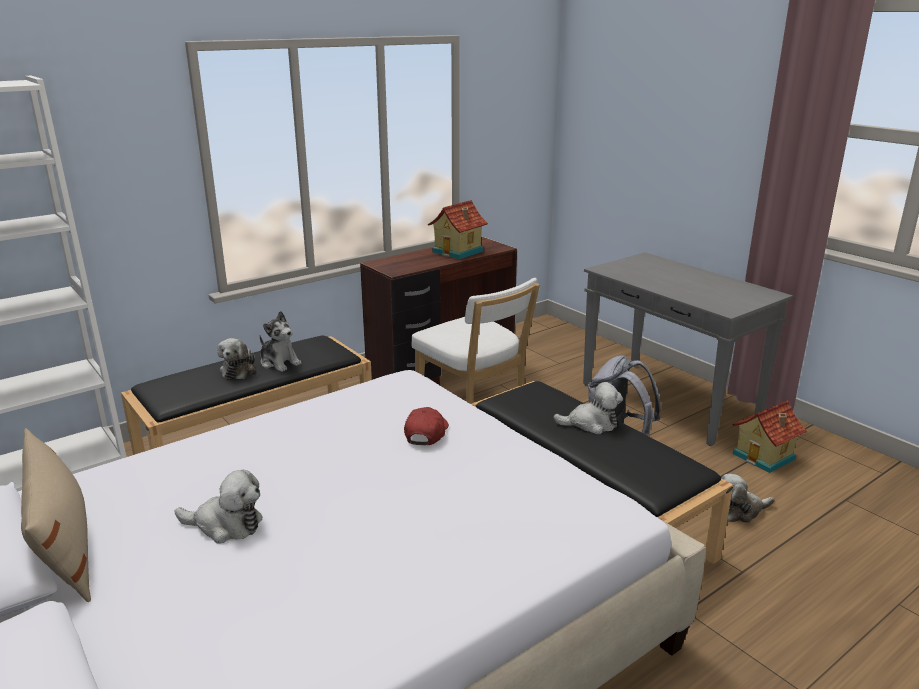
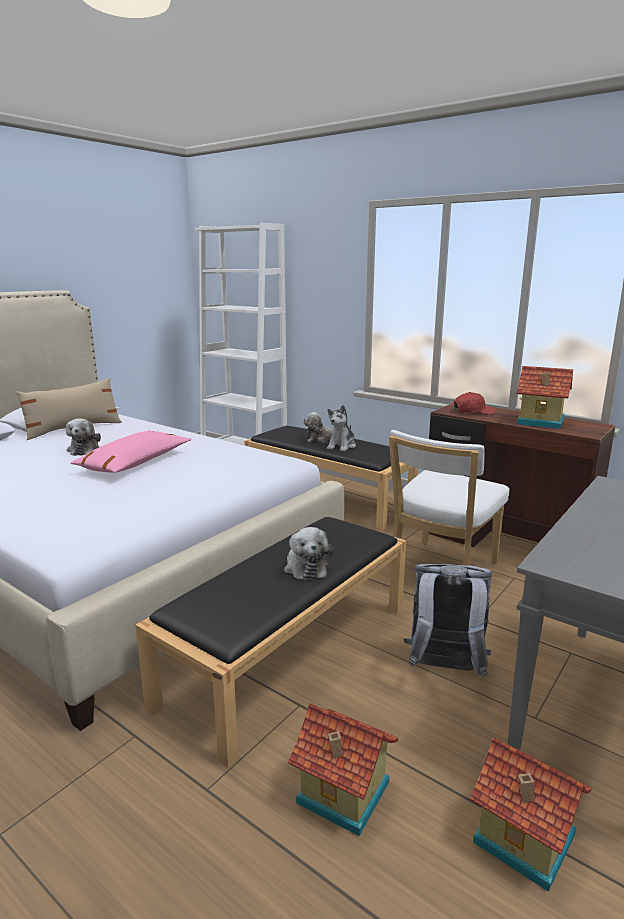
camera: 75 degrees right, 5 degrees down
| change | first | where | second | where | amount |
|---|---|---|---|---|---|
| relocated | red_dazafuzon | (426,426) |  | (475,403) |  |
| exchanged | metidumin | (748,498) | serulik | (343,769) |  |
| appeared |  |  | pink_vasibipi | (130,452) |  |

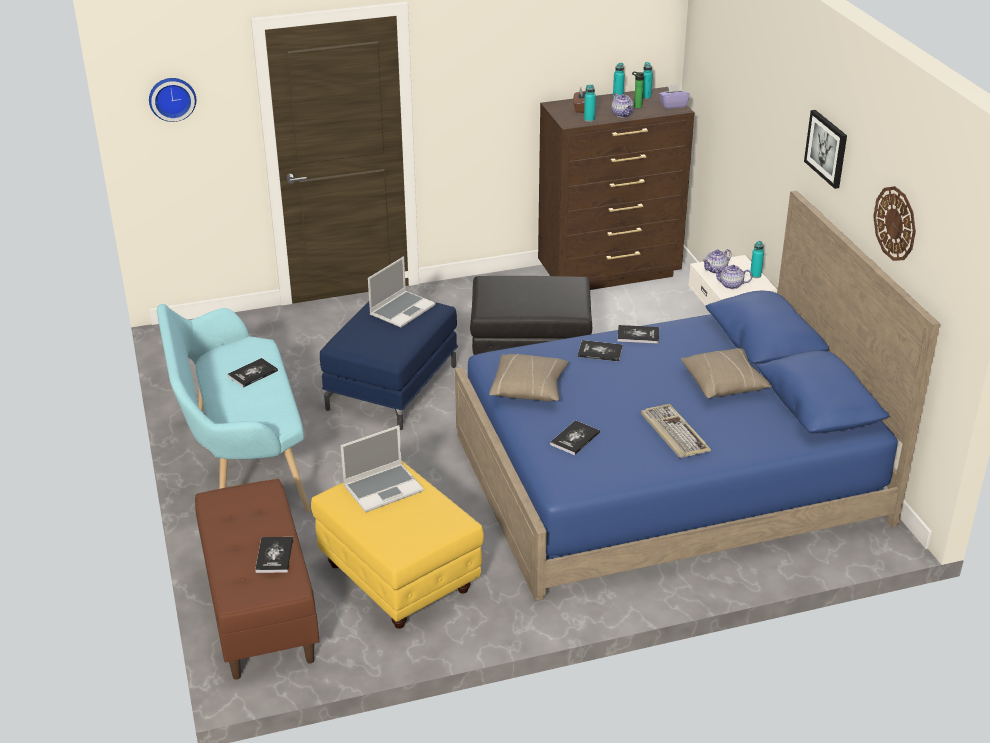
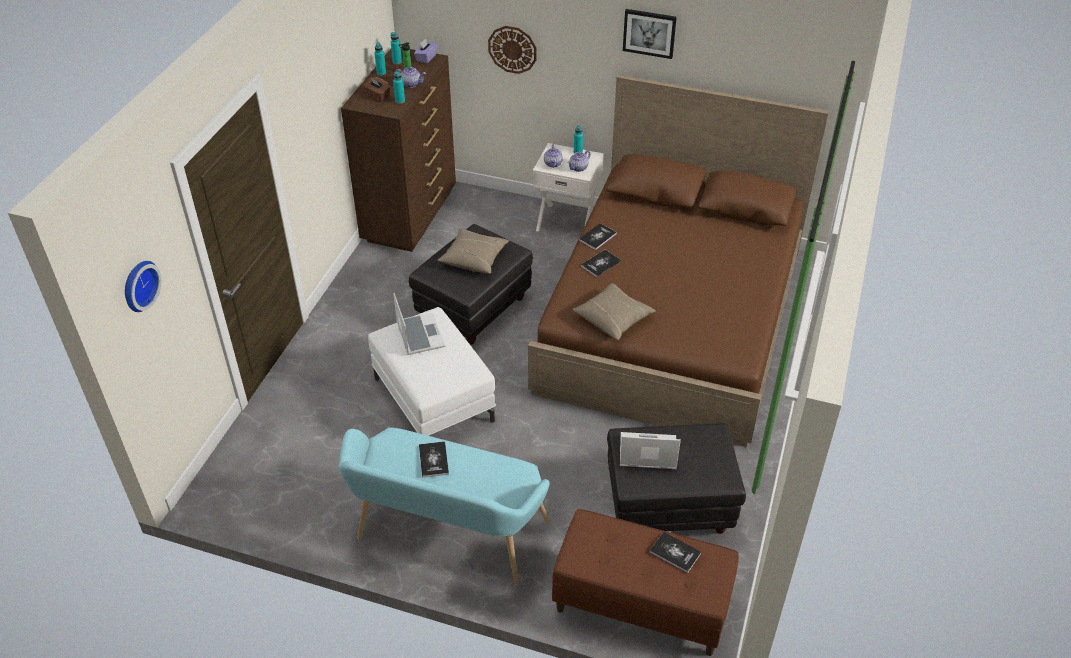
camera: 55 degrees left, 10 degrees up
| change | first | where | second | where | amount |
|---|---|---|---|---|---|
| colour | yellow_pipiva | (397,544) | black_pipiva | (676,478) |  |
| colour | blue_pipiva | (389,366) | white_pipiva | (432,371) |  |
| spun | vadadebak | (382,468) |  | (650,450) | 90 degrees counterclockwise |
| colour | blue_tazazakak | (697,396) | brown_tazazakak | (678,261) |  |
| missing | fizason | (575,437) |  |  |  |
| missing | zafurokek | (676,431) |  |  |  |
| relocated | beige_vasibipi | (726,373) |  | (473,251) |  |
| relocated | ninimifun | (894,223) |  | (512,50) |  |

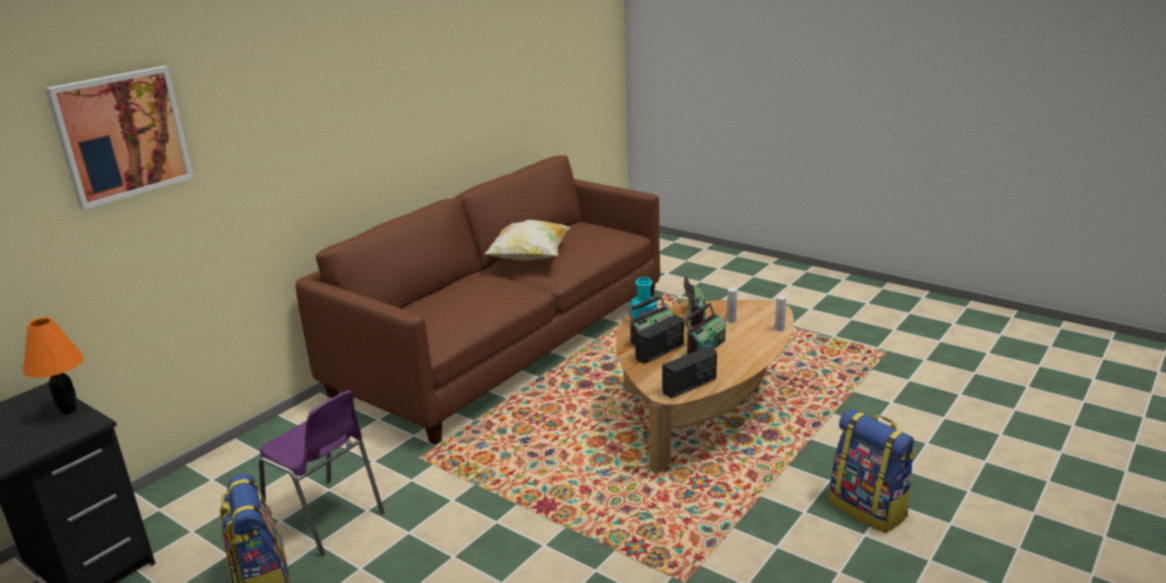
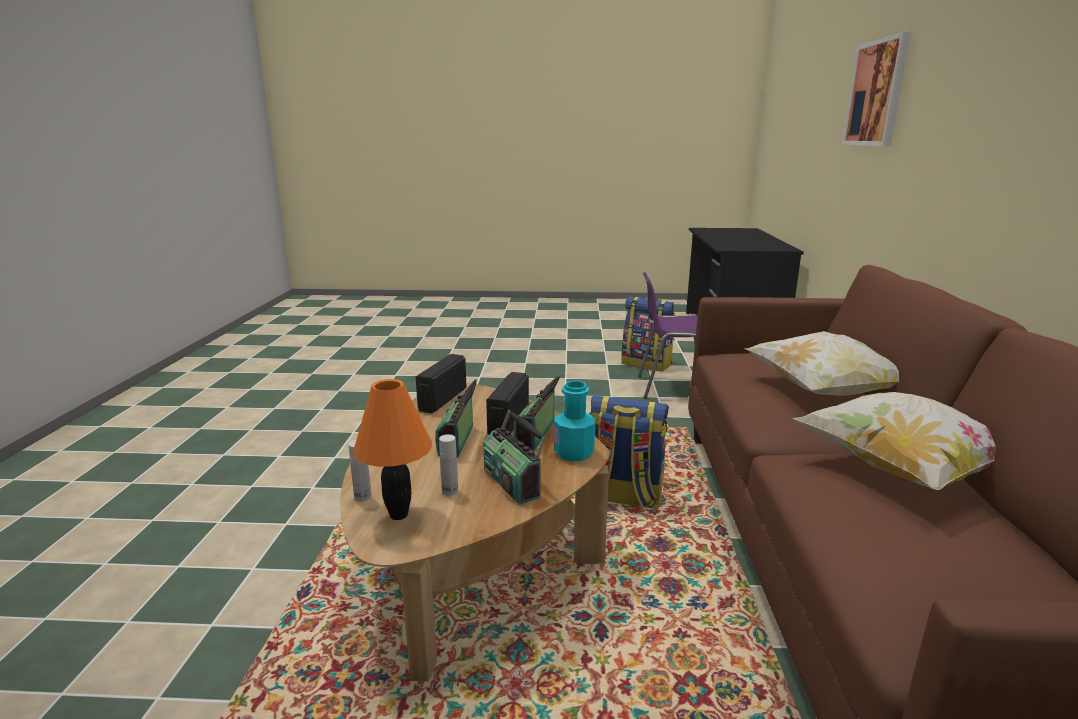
camera: 145 degrees right, 5 degrees down
| change | first | where | second | where | amount |
|---|---|---|---|---|---|
| relocated | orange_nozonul | (53,366) |  | (392,449) |  |
| relocated | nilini | (872,471) |  | (629,452) |  |
| appeared |  |  | vasibipi | (821,363) |  |

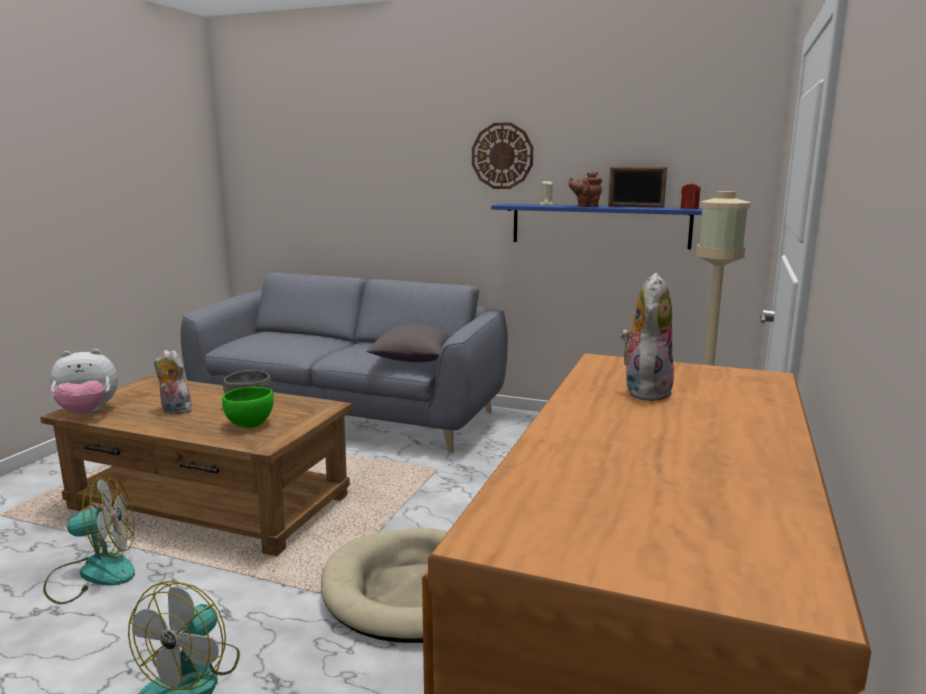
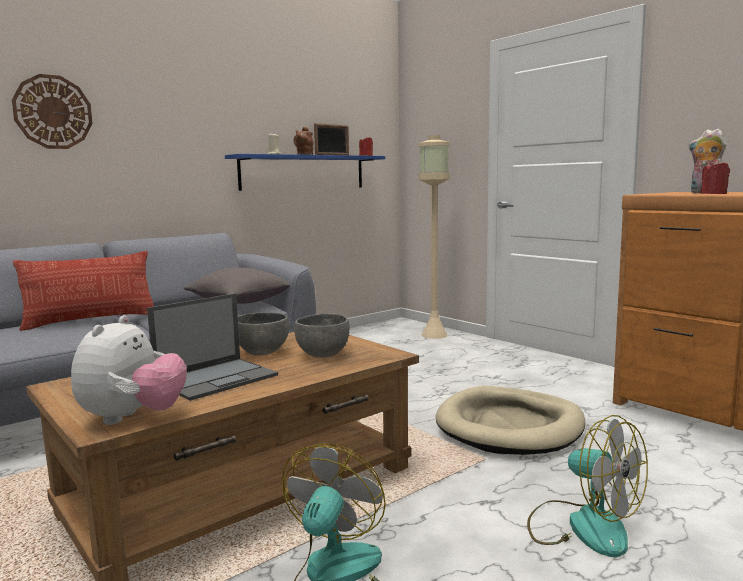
camera: 60 degrees left, 5 degrees down
| change | first | where | second | where | amount |
|---|---|---|---|---|---|
| exchanged | metidumin | (173,382) | vadadebak | (212,347) |  |
| colour | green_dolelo | (248,407) | grey_dolelo | (322,335) |  |
| relocated | ninimifun | (502,155) |  | (52,111) |  |
| appeared |  |  | vasibipi | (83,291) |  |
| appeared |  |  | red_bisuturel | (715,177) |  |

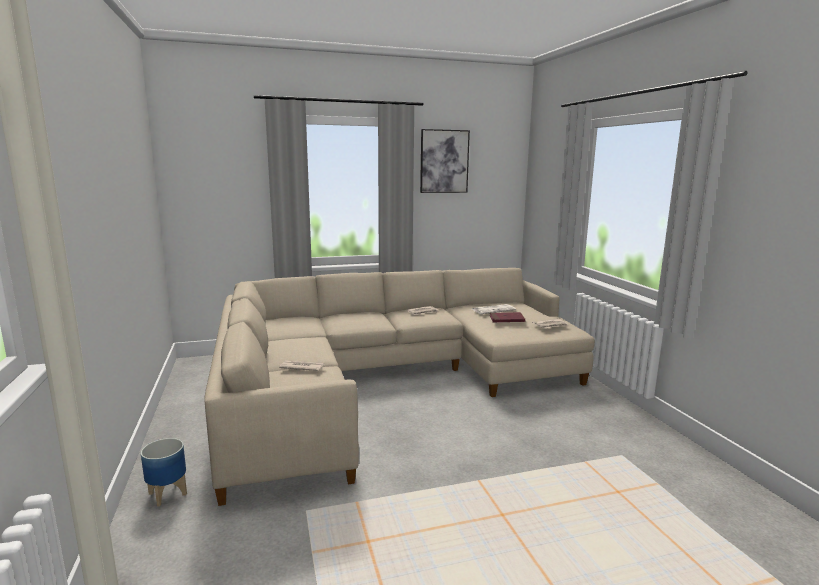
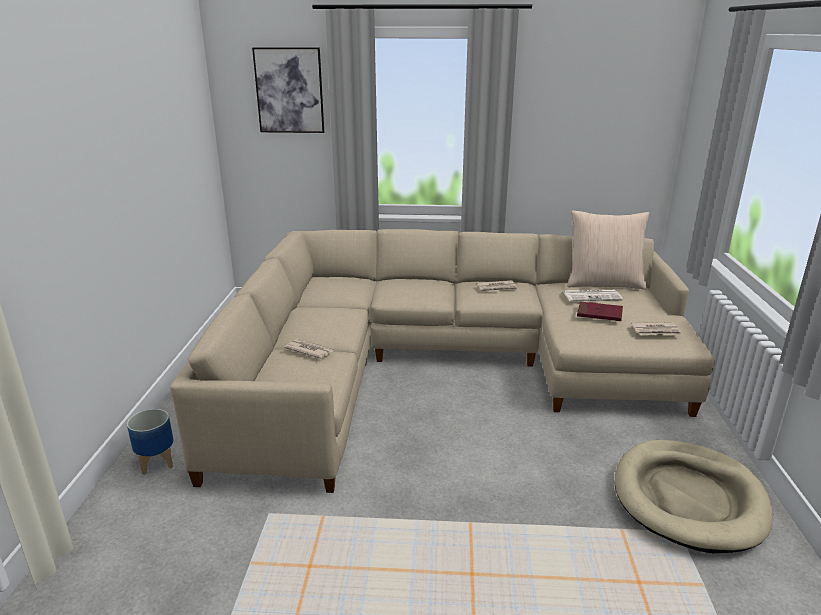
camera: 20 degrees right, 10 degrees up
| change | first | where | second | where | amount |
|---|---|---|---|---|---|
| relocated | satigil | (445,161) |  | (288,90) |  |
| appeared |  |  | beige_vasibipi | (608,250) |  |
| appeared |  |  | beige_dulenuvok | (694,496) |  |

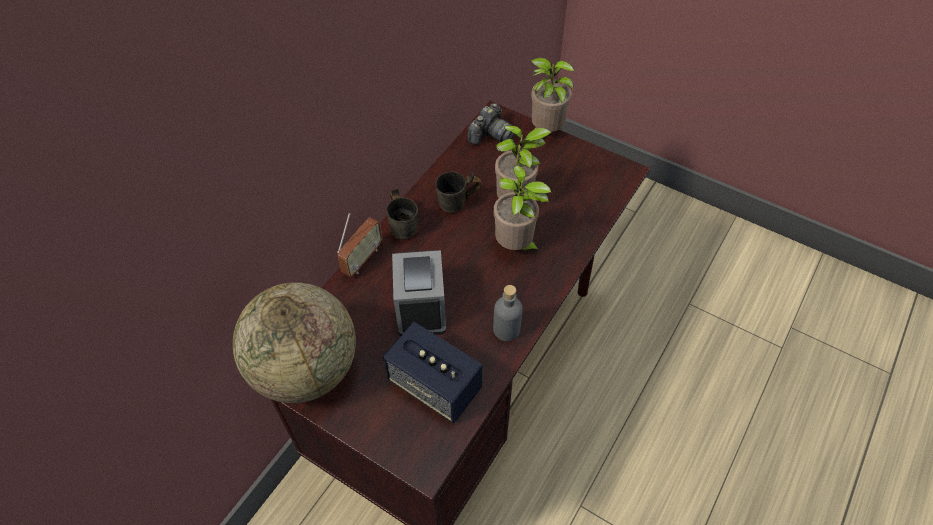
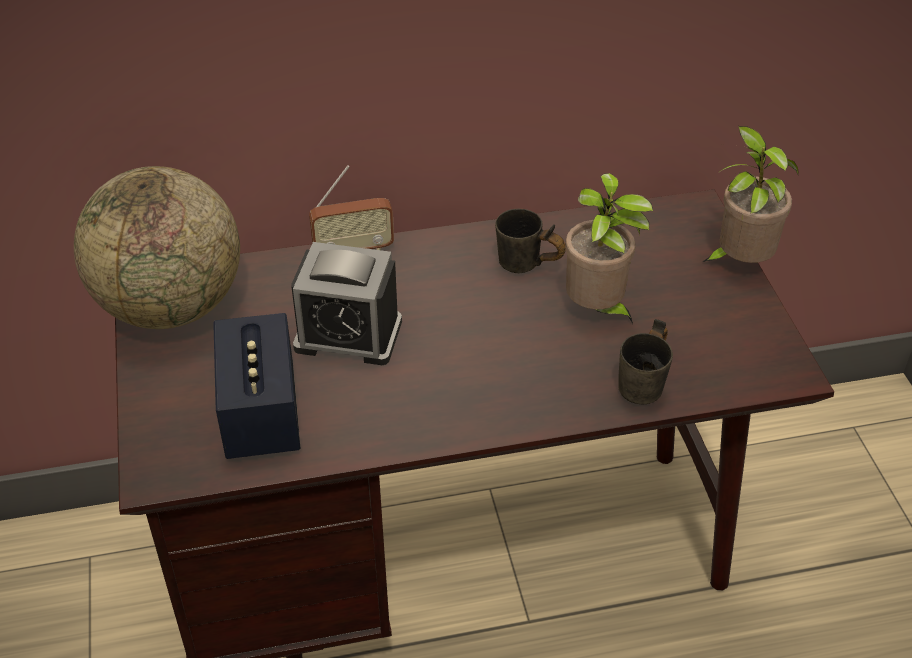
camera: 45 degrees right, 10 degrees down
| change | first | where | second | where | amount |
|---|---|---|---|---|---|
| relocated | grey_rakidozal | (402,214) |  | (645,362) |  |
| spun | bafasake | (419,293) |  | (346,303) | 60 degrees clockwise |
| missing | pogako | (491,124) |  |  |  |
| missing | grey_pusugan | (508,313) |  |  |  |
| missing | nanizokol | (522,209) |  |  |  |

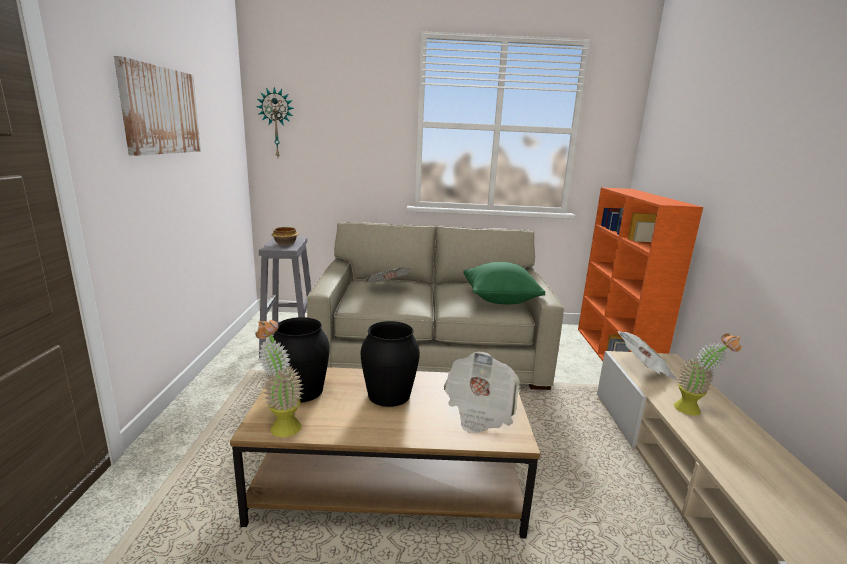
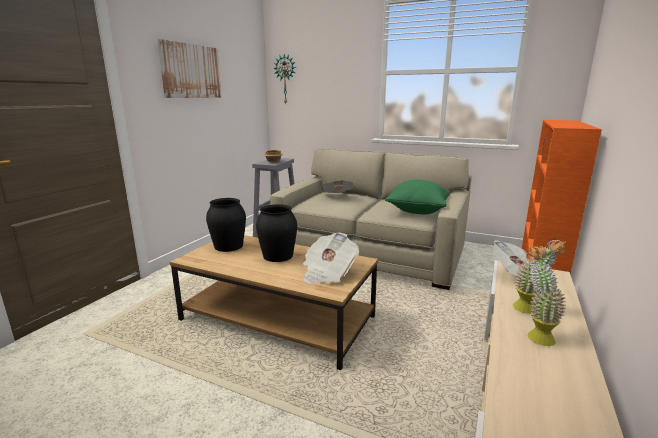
camera: 25 degrees right, 0 degrees up
| change | first | where | second | where | amount |
|---|---|---|---|---|---|
| relocated | nanizokol | (280,378) |  | (546,296) |  |

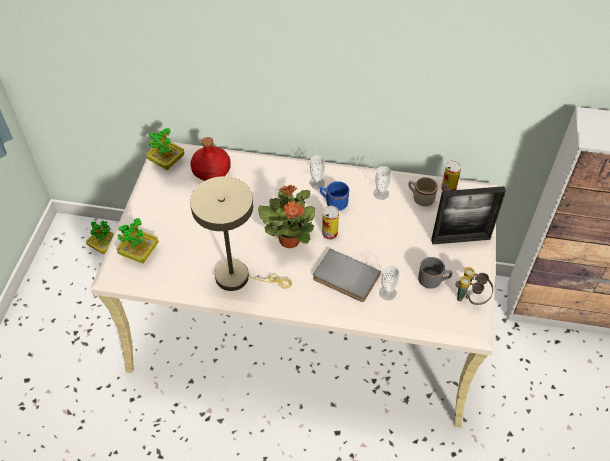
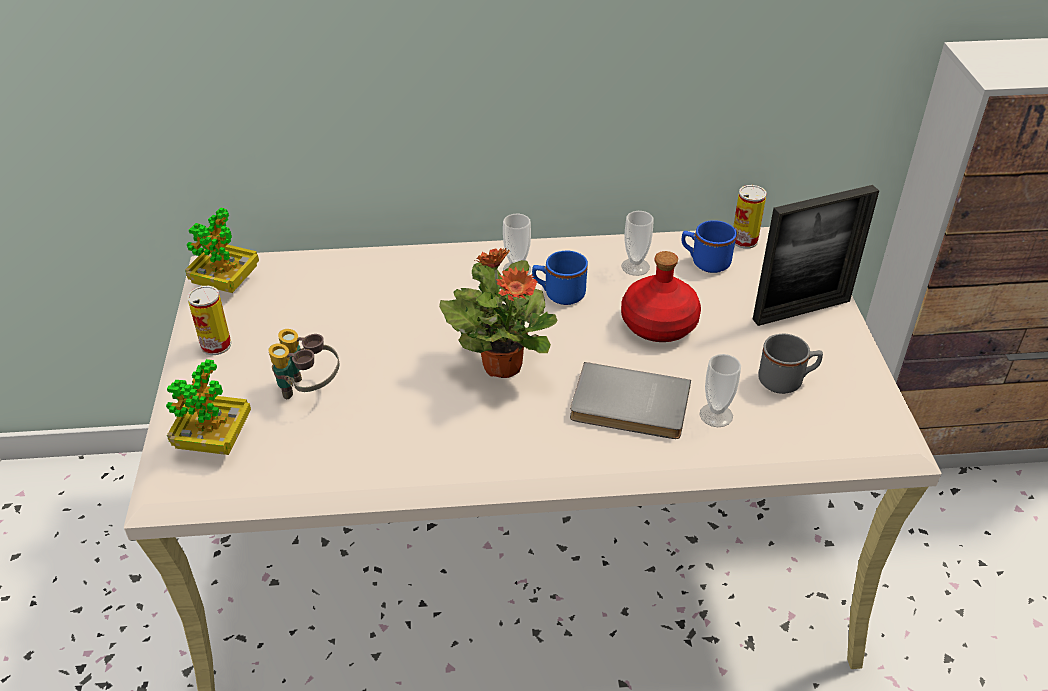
camera: 15 degrees left, 10 degrees down
| change | first | where | second | where | amount |
|---|---|---|---|---|---|
| missing | nanizokol | (100,237) |  |  |  |
| relocated | red_pusugan | (210,159) |  | (661,296) |  |
| missing | beige_nozonul | (241,233) |  |  |  |
| relocated | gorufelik | (330,223) |  | (209,320) |  |
| colour | beige_rakidozal | (423,191) | blue_rakidozal | (709,247) |  |
| relocated | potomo | (474,286) |  | (304,364) |  |

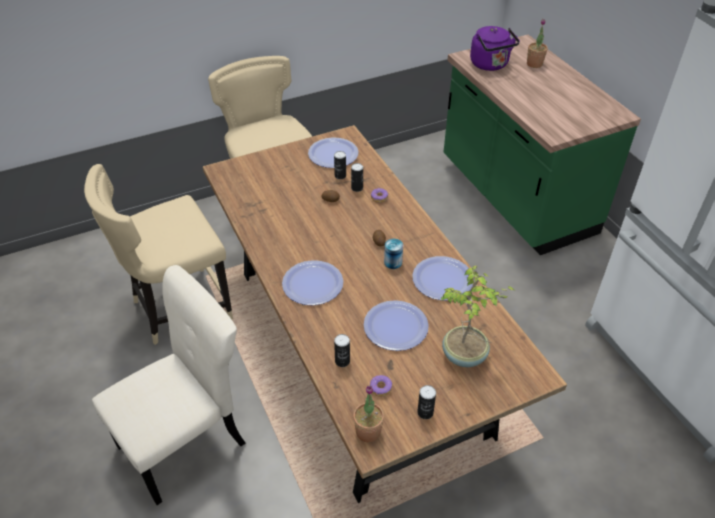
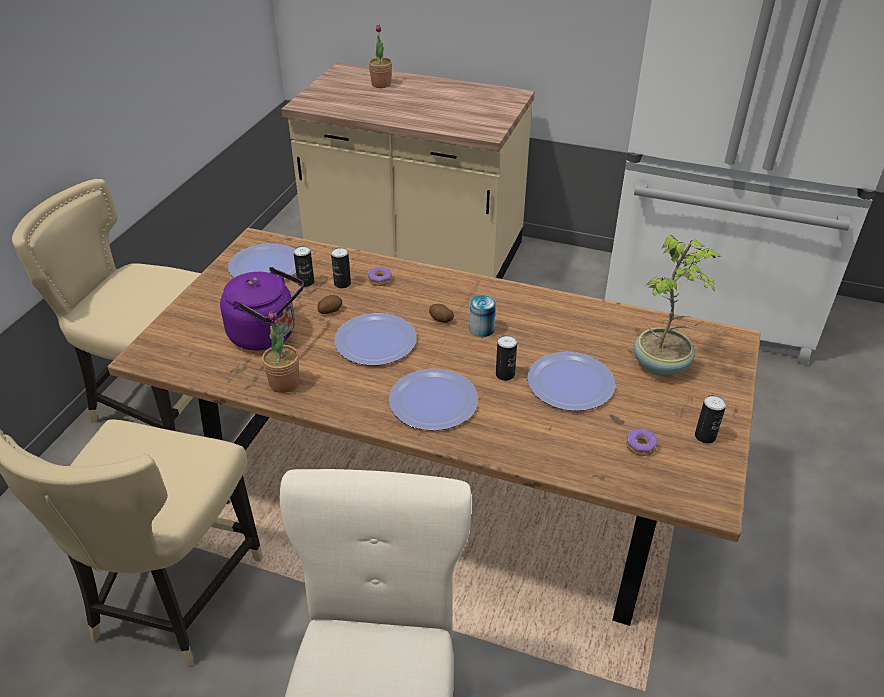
camera: 45 degrees left, 5 degrees down
| change | first | where | second | where | amount |
|---|---|---|---|---|---|
| relocated | gorufelik | (342,350) |  | (506,358) |  |
| relocated | nanizokol | (368,414) |  | (280,351) |  |
| relocated | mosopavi | (442,278) |  | (375,339) |  |
| colour | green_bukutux | (542,145) | beige_bukutux | (408,171) |  |
| relocated | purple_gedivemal | (495,48) |  | (262,309) |  |

